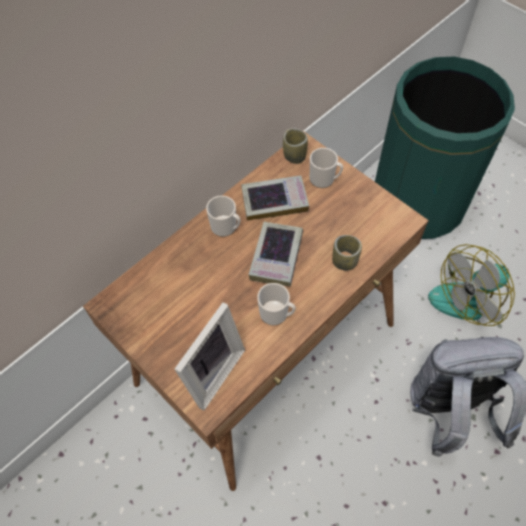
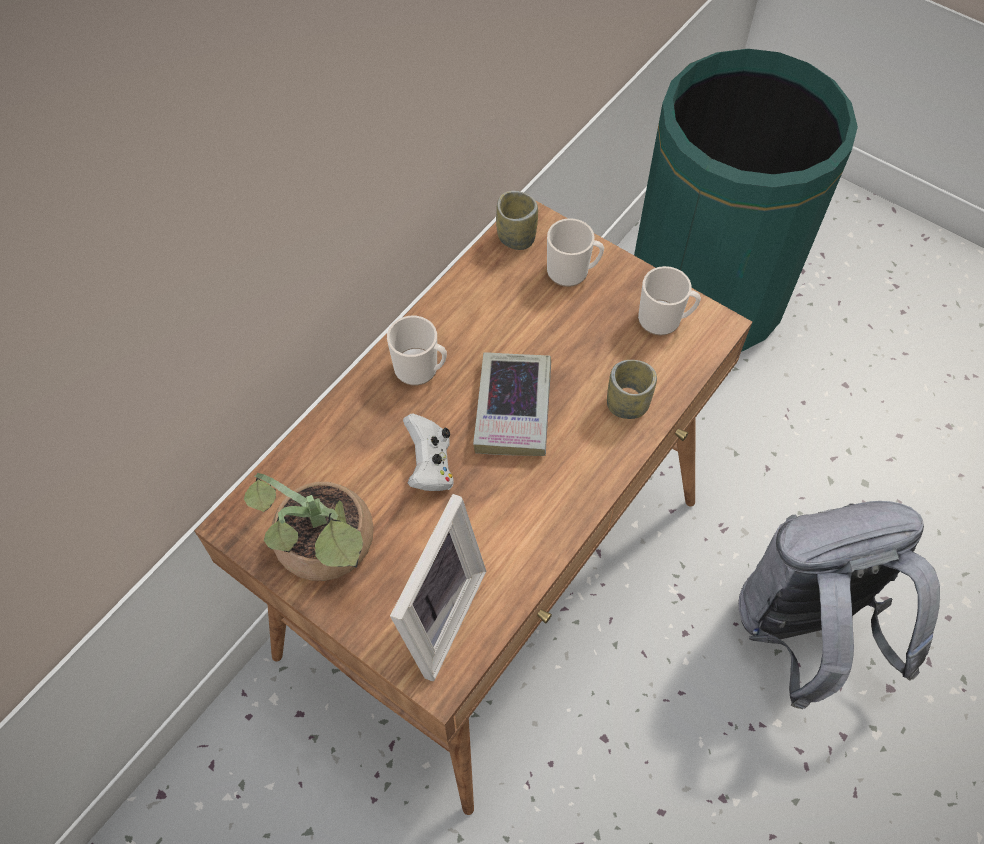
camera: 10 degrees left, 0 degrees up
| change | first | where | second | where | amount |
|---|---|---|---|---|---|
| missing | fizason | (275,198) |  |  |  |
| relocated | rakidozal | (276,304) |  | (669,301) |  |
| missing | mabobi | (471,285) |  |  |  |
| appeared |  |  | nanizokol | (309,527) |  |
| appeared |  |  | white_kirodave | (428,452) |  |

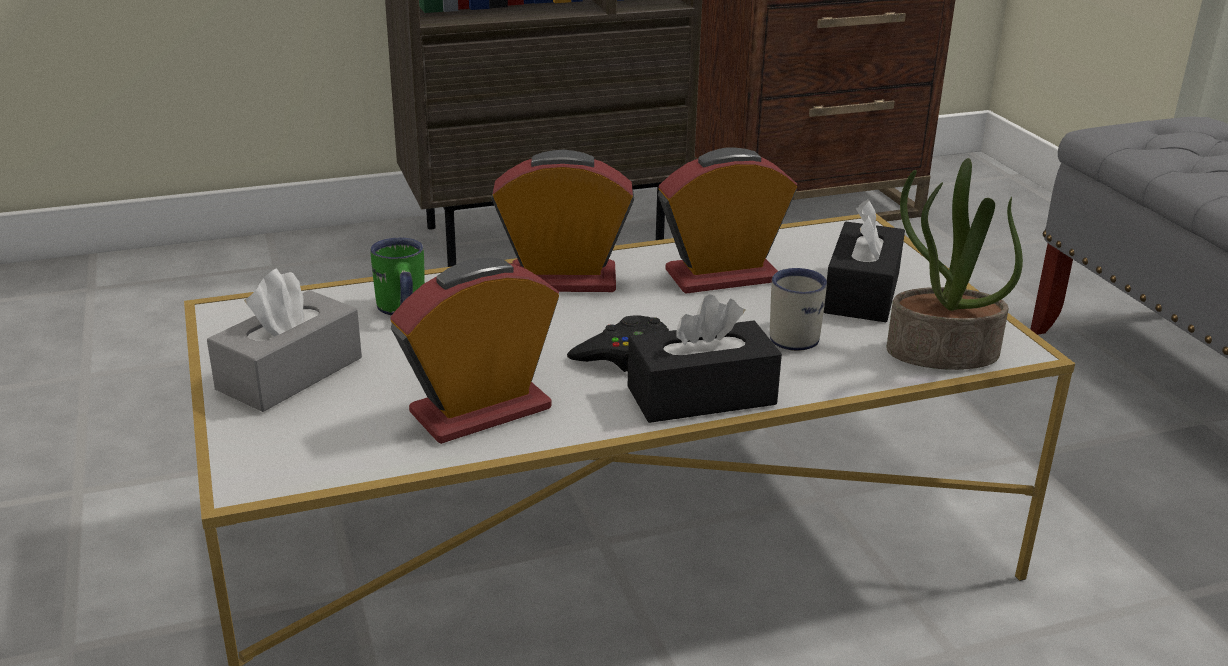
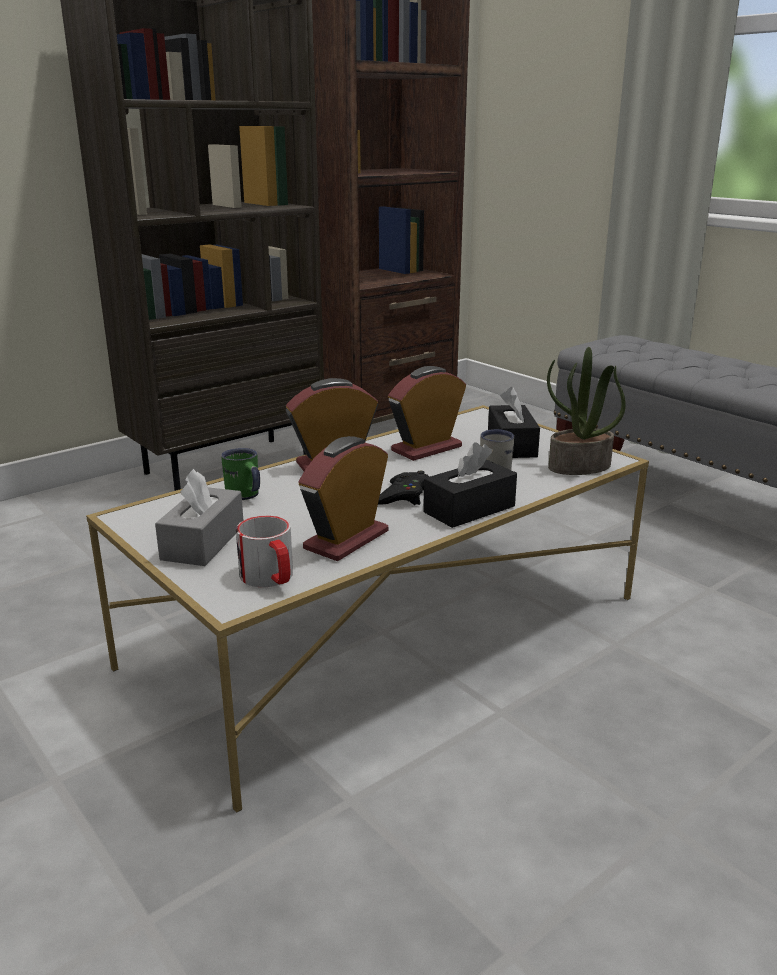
camera: 20 degrees left, 5 degrees down
| change | first | where | second | where | amount |
|---|---|---|---|---|---|
| appeared |  |  | rakidozal | (264,551) |  |

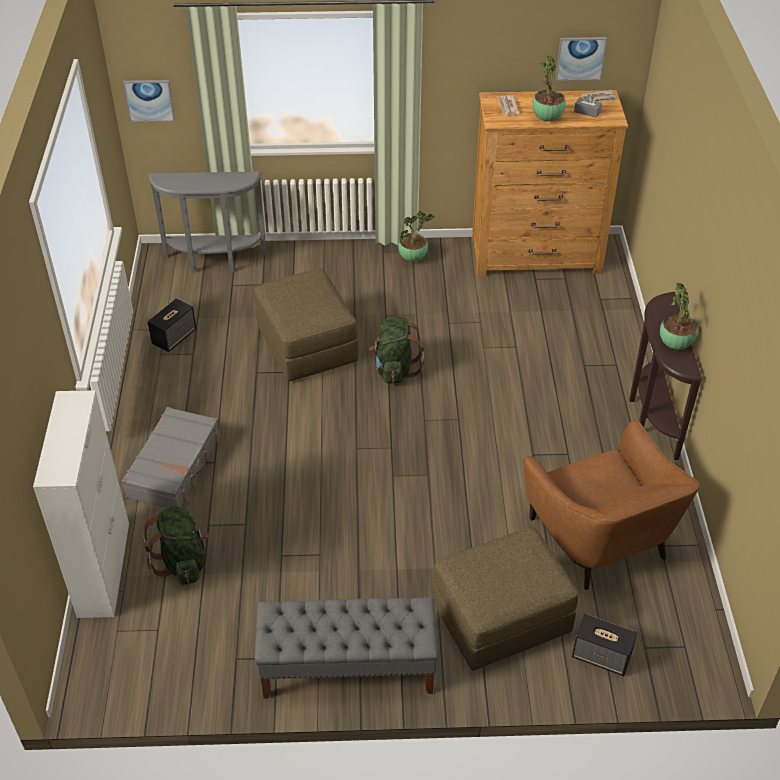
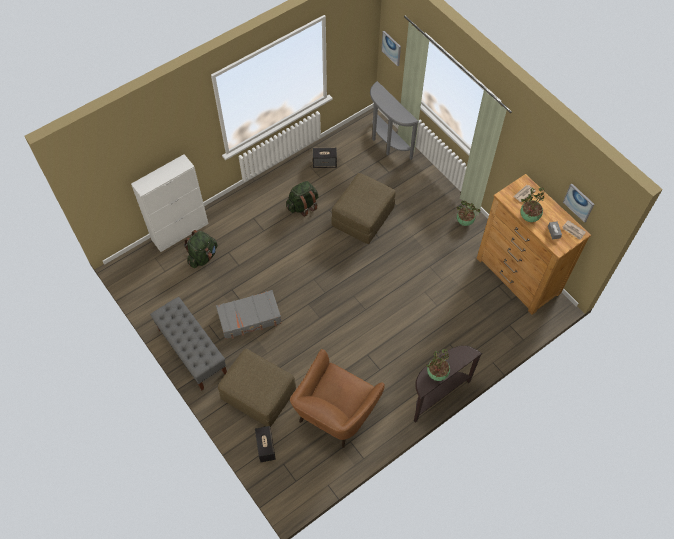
camera: 55 degrees right, 15 degrees up
| change | first | where | second | where | amount |
|---|---|---|---|---|---|
| relocated | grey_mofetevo | (171,457) |  | (249,314) |  |
| relocated | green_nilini | (396,350) |  | (302,199) |  |

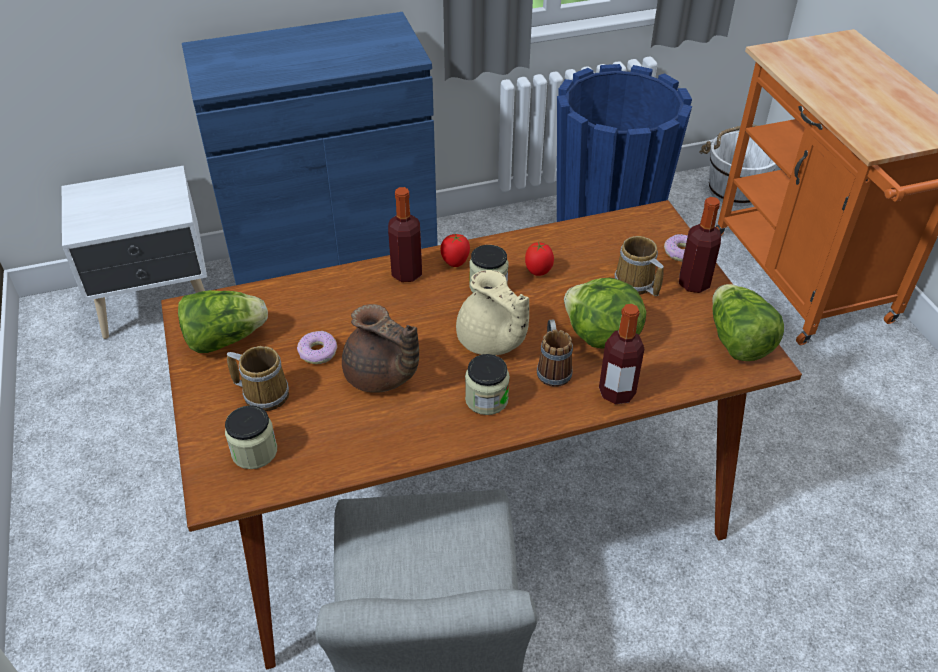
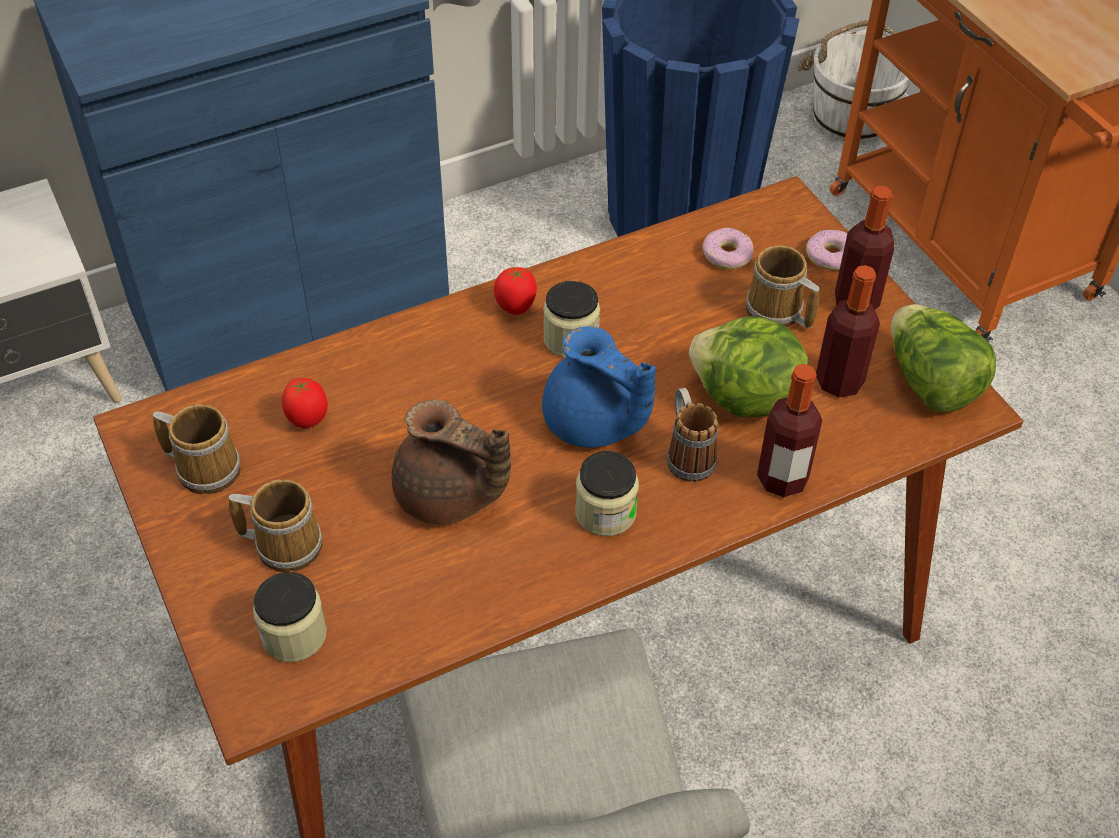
camera: 10 degrees left, 5 degrees up
| change | first | where | second | where | amount |
|---|---|---|---|---|---|
| exchanged | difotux | (223,321) | rakidozal | (197,449) |  |
| relocated | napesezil | (317,347) |  | (728,248) |  |
| relocated | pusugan | (405,234) |  | (848,331) |  |
| colour | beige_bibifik | (492,312) | blue_bibifik | (599,387) |  |
| relocated | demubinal | (539,259) |  | (305,402) |  |

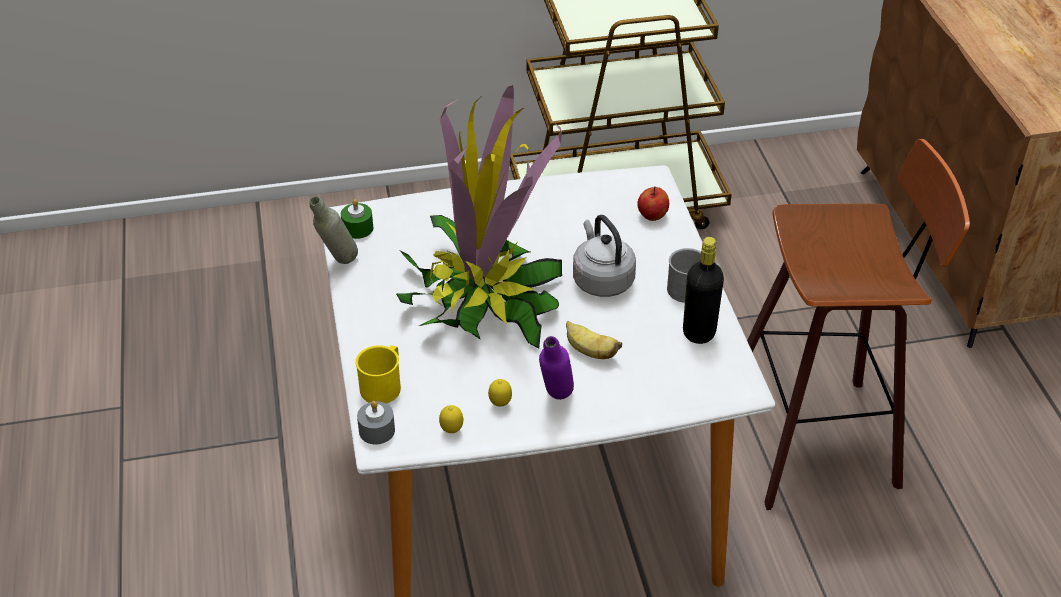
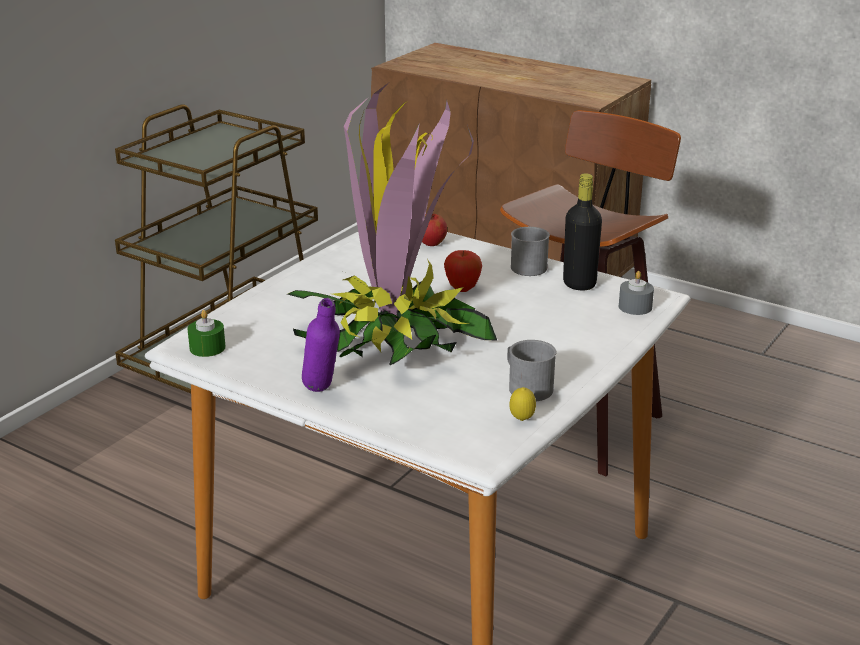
camera: 45 degrees left, 15 degrees down
| change | first | where | second | where | amount |
|---|---|---|---|---|---|
| missing | grey_pusugan | (334,230) |  |  |  |
| missing | yellow_rakidozal | (378,374) |  |  |  |
| relocated | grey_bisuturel | (376,422) |  | (636,293) |  |
| exchanged | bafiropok | (500,393) | grey_rakidozal | (532,370) |  |
| relocated | purple_pusugan | (556,368) |  | (321,345) |  |
| missing | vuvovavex | (594,340) |  |  |  |
| exchanged | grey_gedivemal | (604,256) | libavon | (463,271) |  |

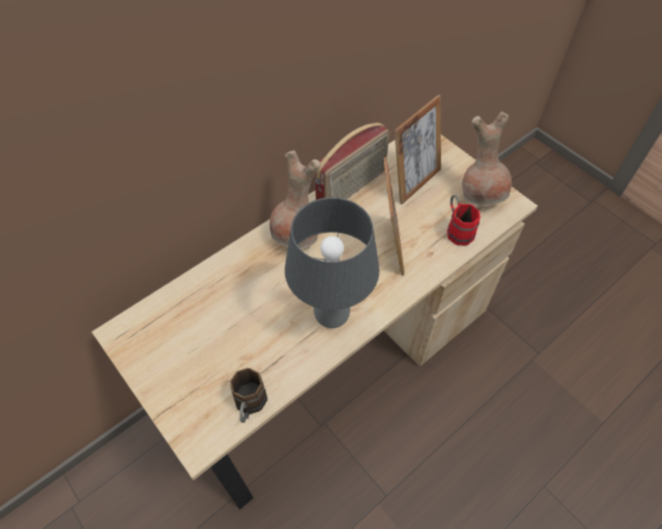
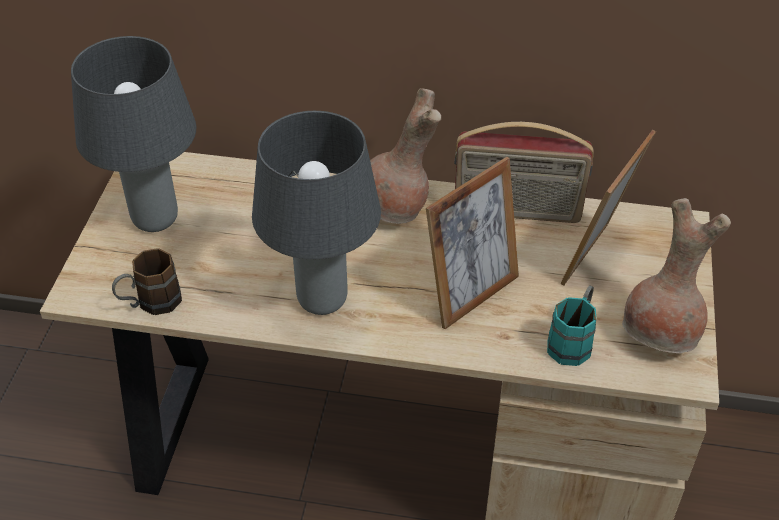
camera: 50 degrees right, 10 degrees down
| change | first | where | second | where | amount |
|---|---|---|---|---|---|
| spun | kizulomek | (417,149) |  | (608,208) | 120 degrees clockwise |
| colour | red_rakidozal | (463,220) | turquoise_rakidozal | (571,325) |  |
| appeared |  |  | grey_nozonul | (133,134) |  |

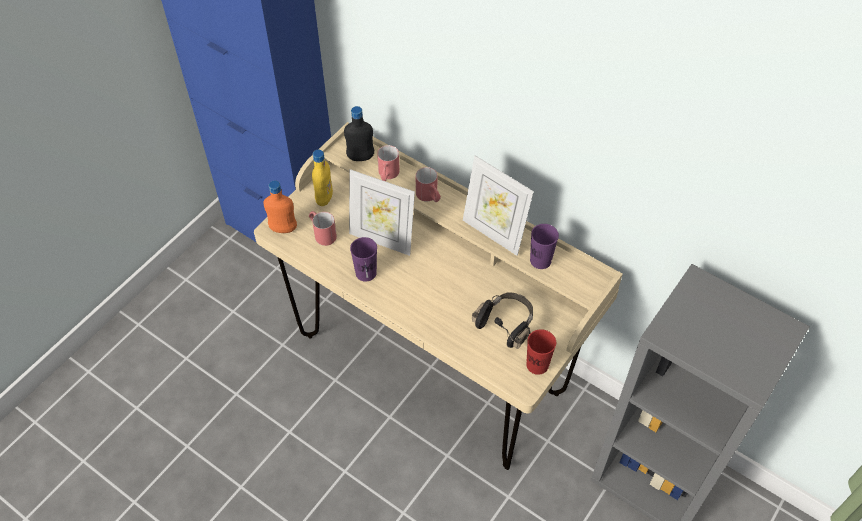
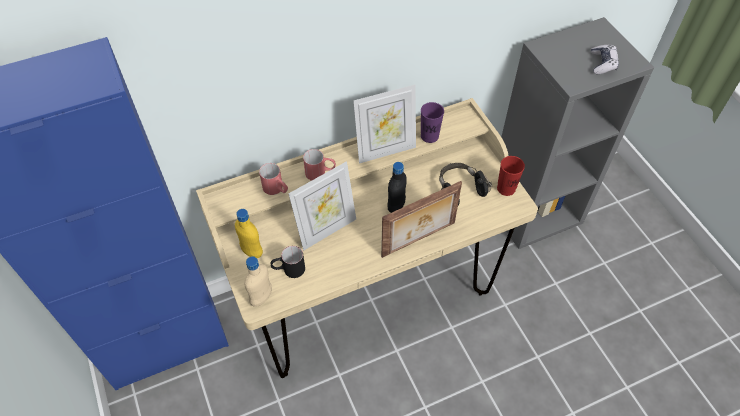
camera: 60 degrees left, 0 degrees up
| change | first | where | second | where | amount |
|---|---|---|---|---|---|
| colour | orange_pusugan | (280,207) | beige_pusugan | (258,281) |  |
| colour | red_rakidozal | (323,228) | black_rakidozal | (288,262) |  |
| relocated | black_pusugan | (359,133) |  | (397,187) |  |
| missing | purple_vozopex | (363,259) |  |  |  |
| appeared |  |  | kizulomek | (421,219) |  |
| appeared |  |  | kirodave | (605,59) |  |

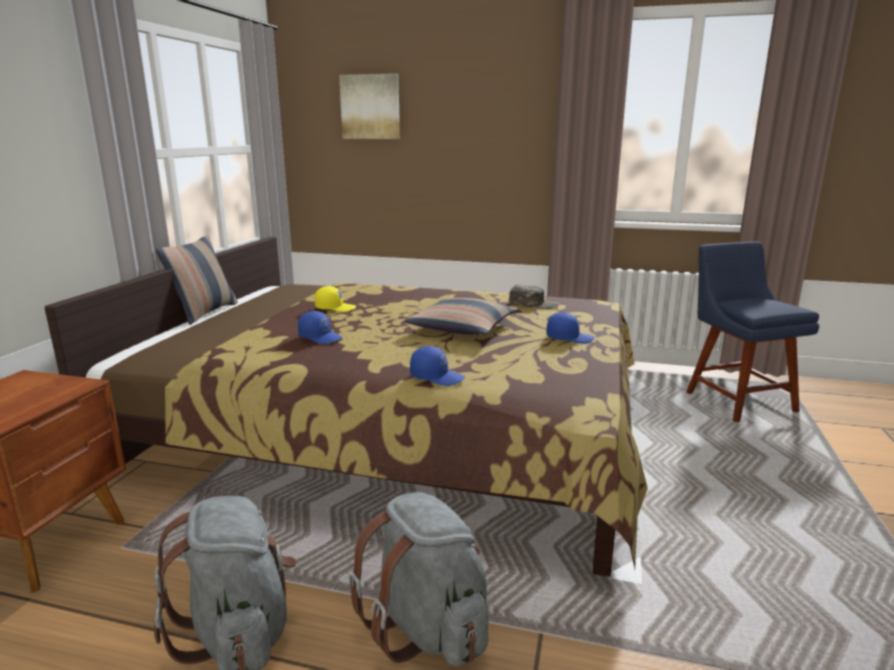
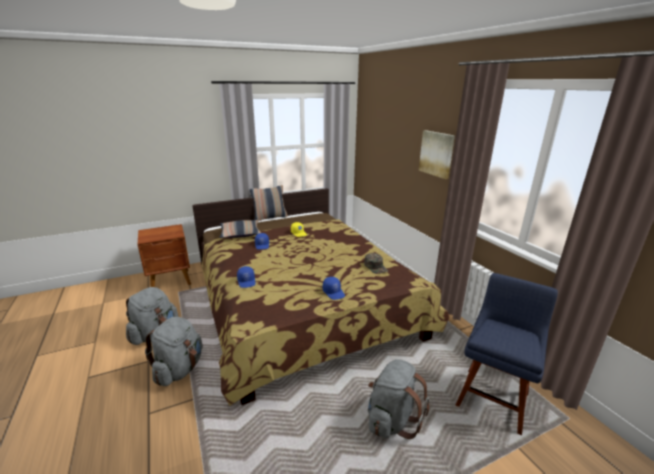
camera: 50 degrees right, 5 degrees up
| change | first | where | second | where | amount |
|---|---|---|---|---|---|
| relocated | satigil | (369,106) |  | (437,154) |  |
| relocated | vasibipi | (461,316) |  | (240,229) |  |
| appeared |  |  | grey_nilini | (398,399) |  |

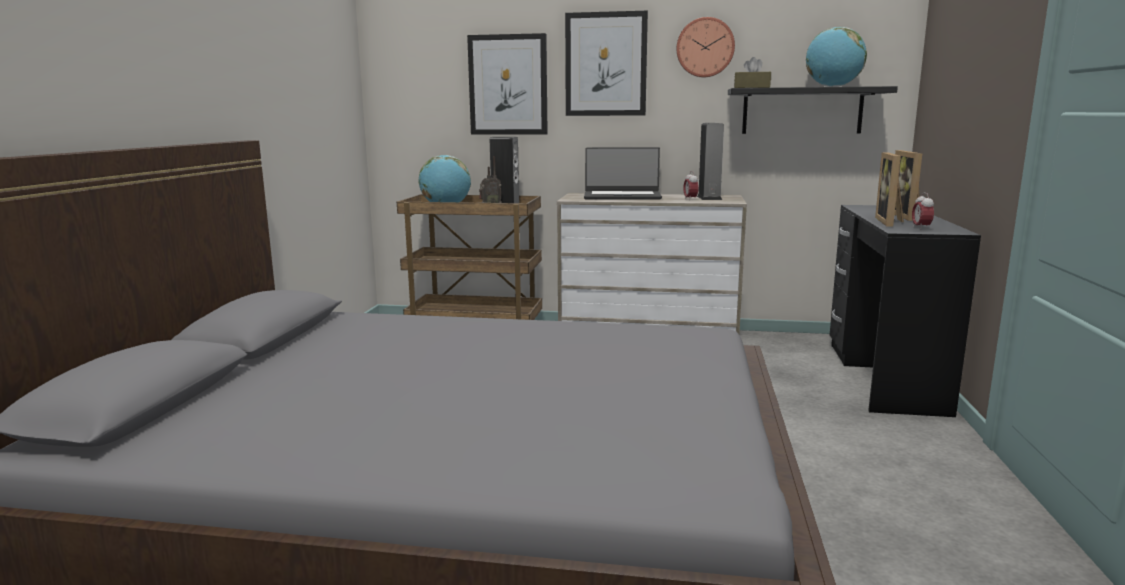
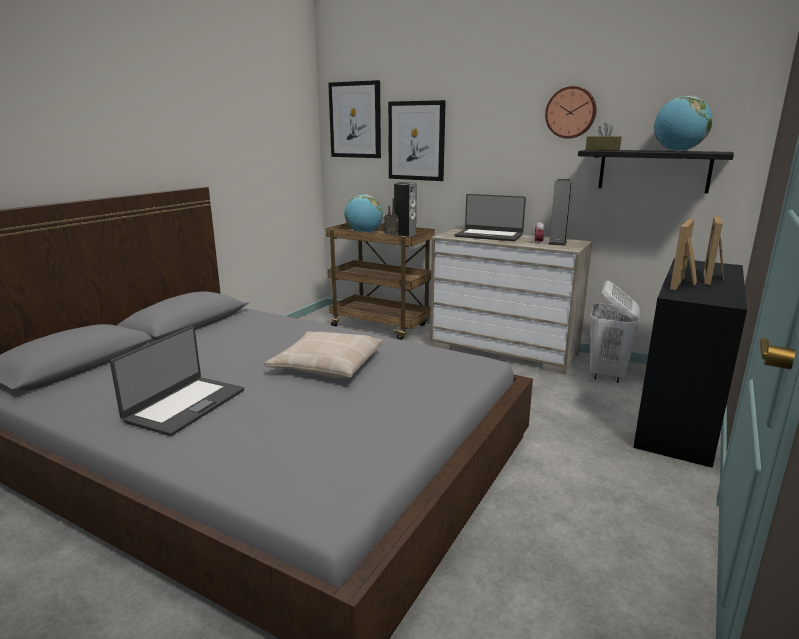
camera: 20 degrees right, 5 degrees up
| change | first | where | second | where | amount |
|---|---|---|---|---|---|
| relocated | satigil | (606,63) |  | (354,119) |  |
| missing | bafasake | (923,210) |  |  |  |
| appeared |  |  | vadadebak | (177,381) |  |
| appeared |  |  | beige_vasibipi | (323,354) |  |
| appeared |  |  | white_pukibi | (614,331) |  |

